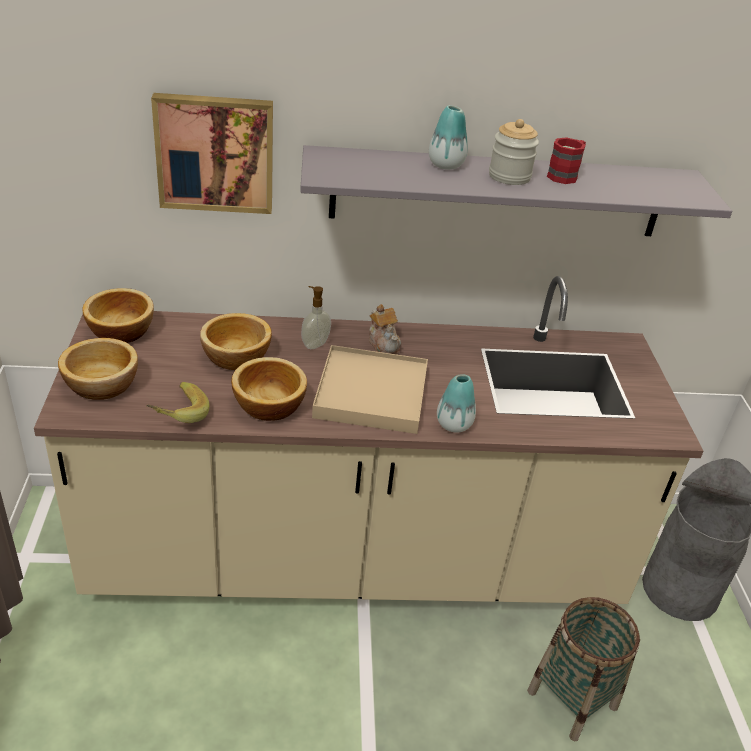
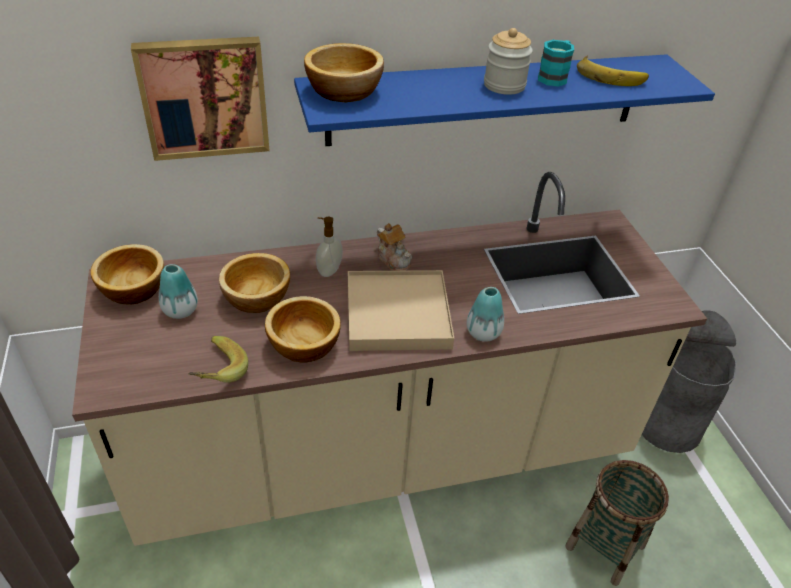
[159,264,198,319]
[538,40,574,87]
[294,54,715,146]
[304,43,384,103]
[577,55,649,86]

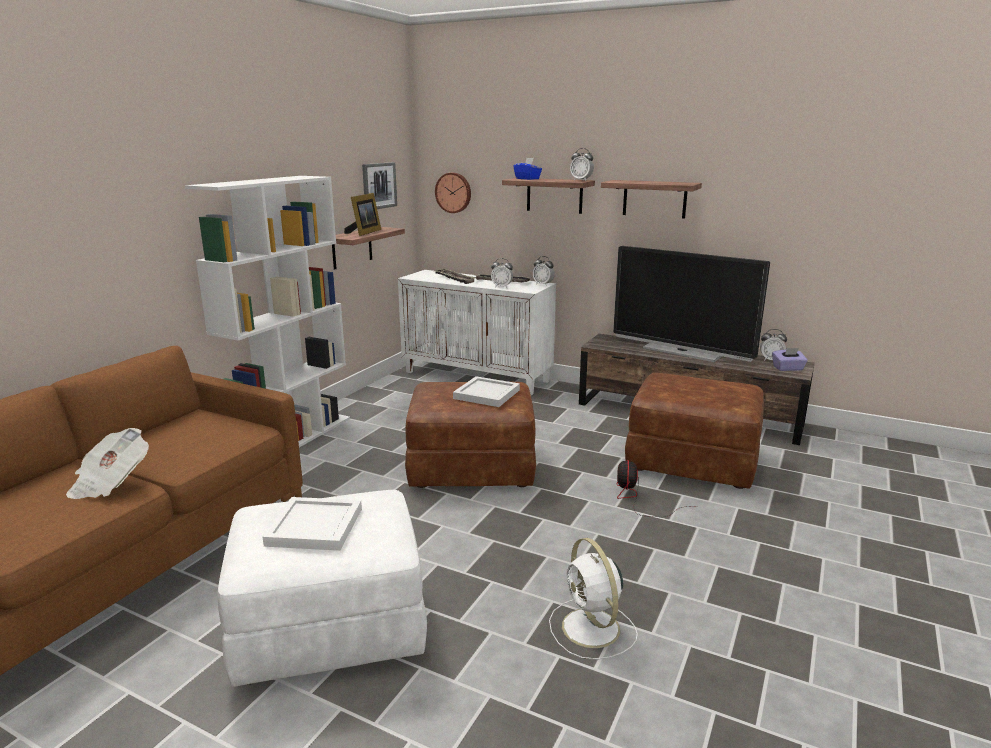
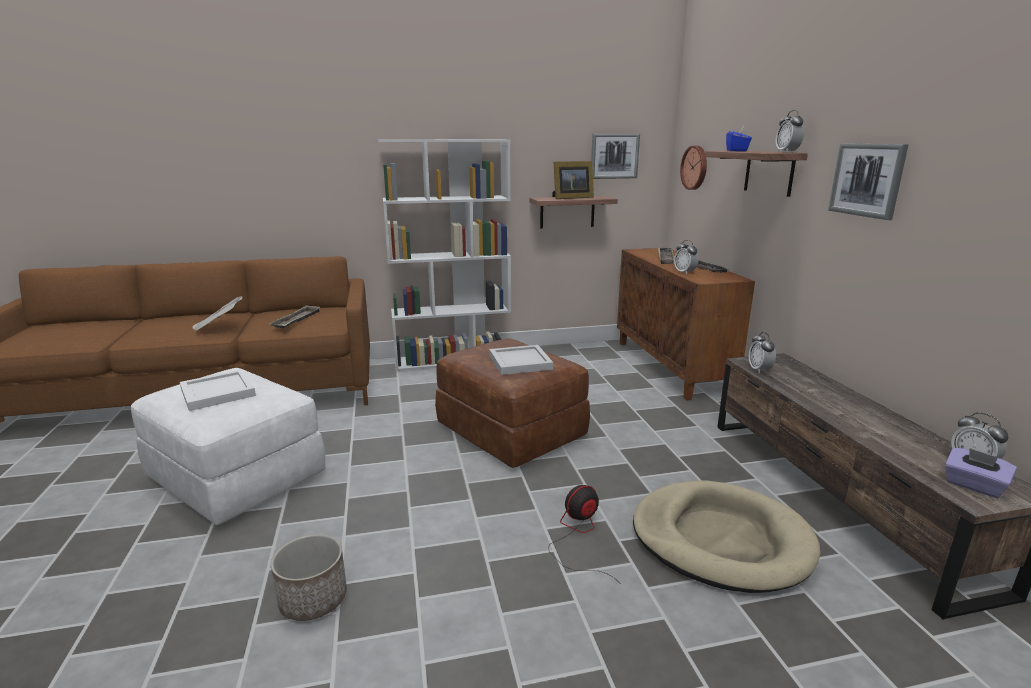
[828,143,909,220]
[613,246,770,362] (first image)
[749,332,776,374]
[617,248,755,401]
[633,481,821,593]
[271,534,347,621]
[270,305,320,329]

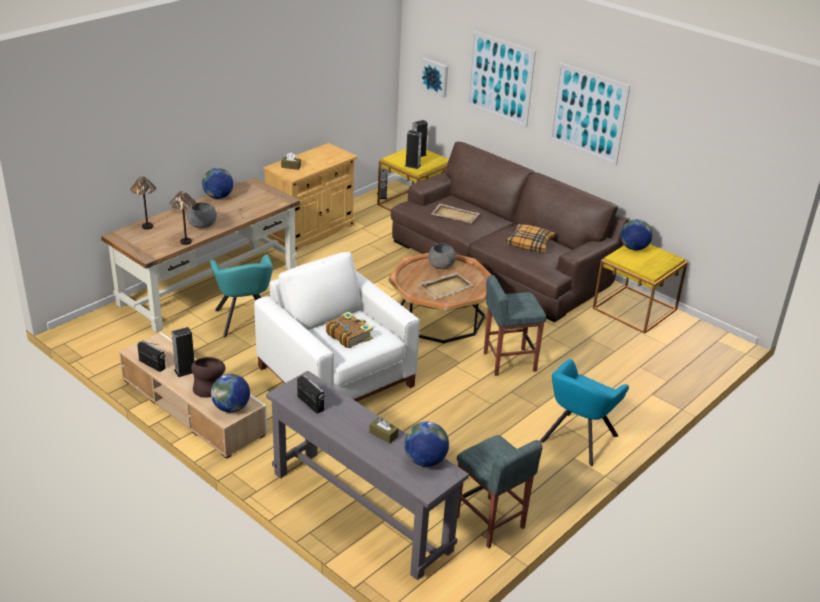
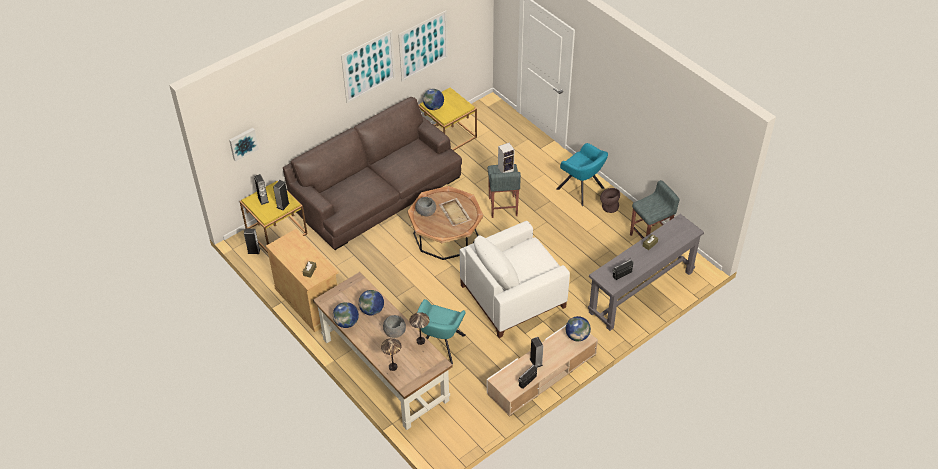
[398,10,448,82]
[431,203,480,223] (first image)
[506,224,555,252] (first image)
[417,299,466,364]
[326,312,373,348] (first image)
[600,188,620,213]
[358,290,384,315]
[498,143,515,173]

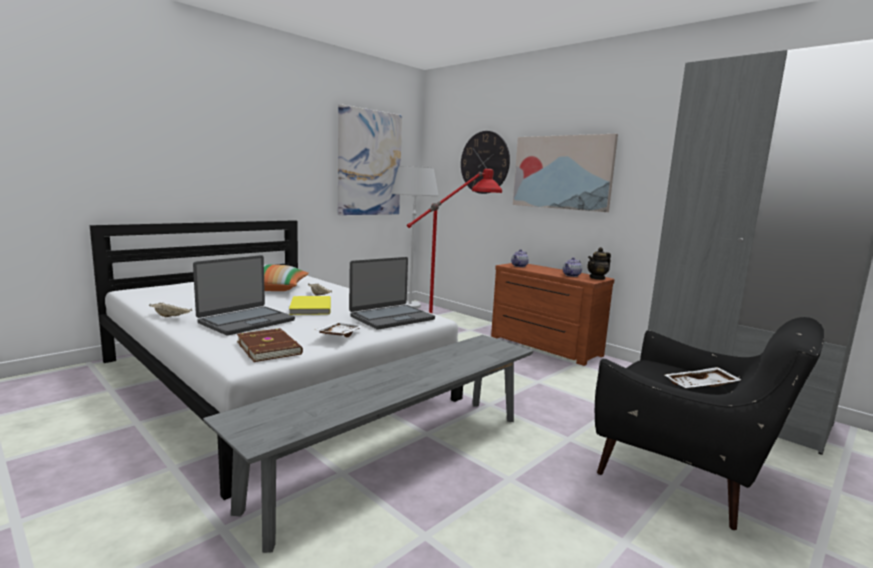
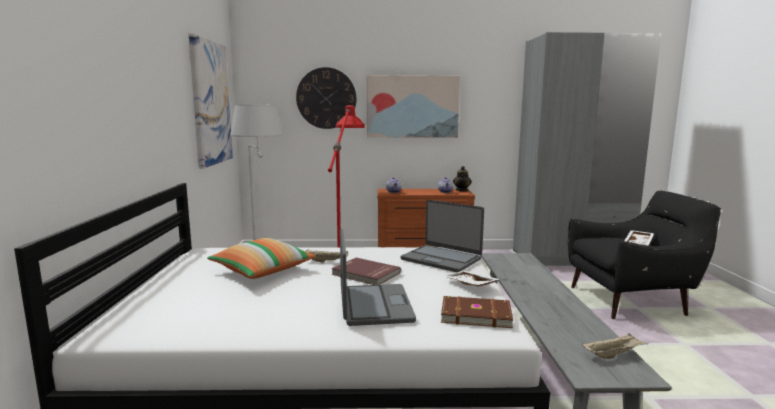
[401,200,484,272]
[332,258,401,285]
[582,333,648,359]

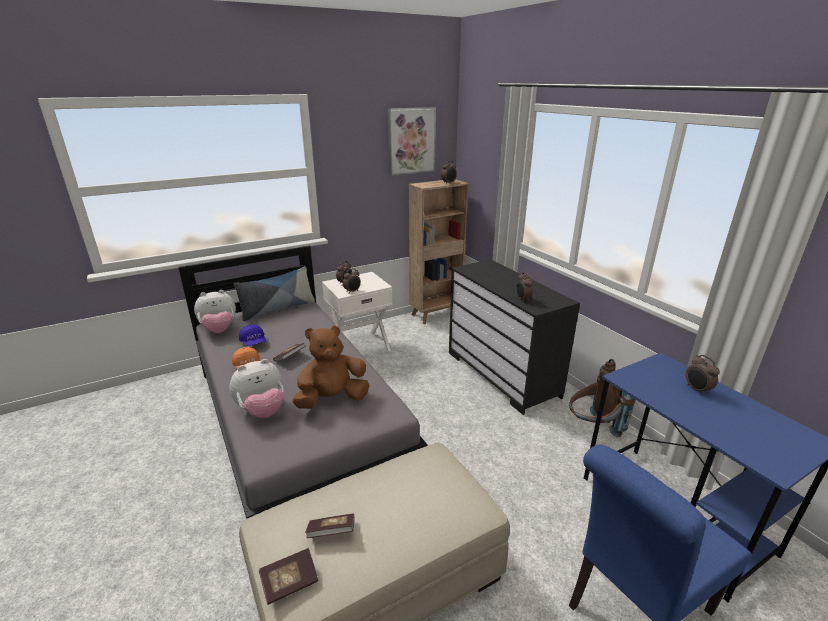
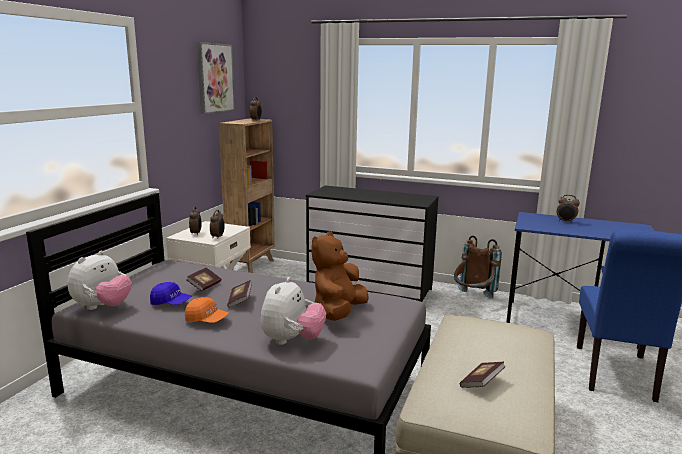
[234,266,315,321] (first image)
[516,272,533,303] (first image)
[186,268,221,291]

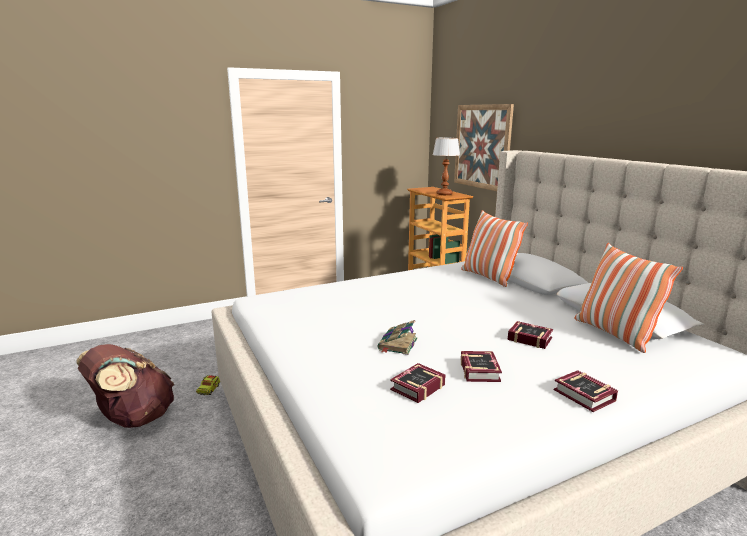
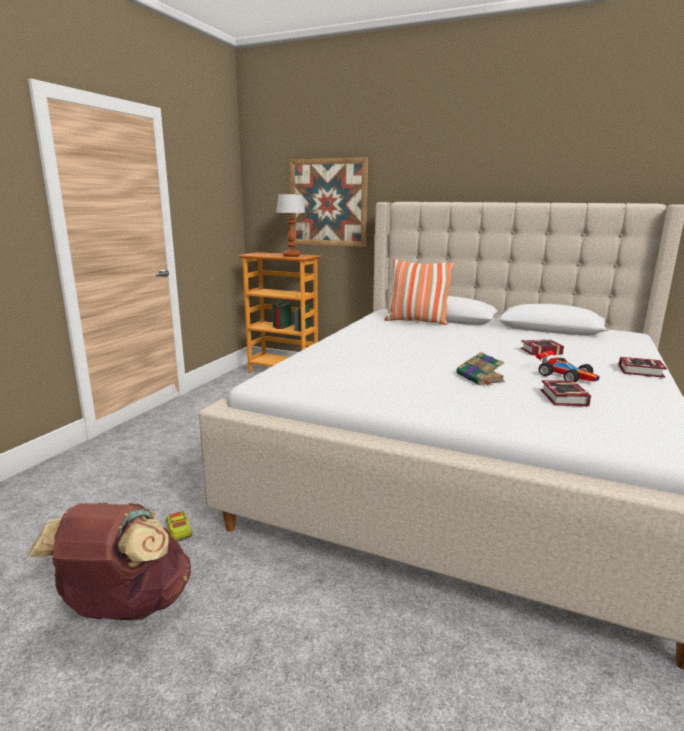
[574,243,683,353] (first image)
[535,348,600,382]

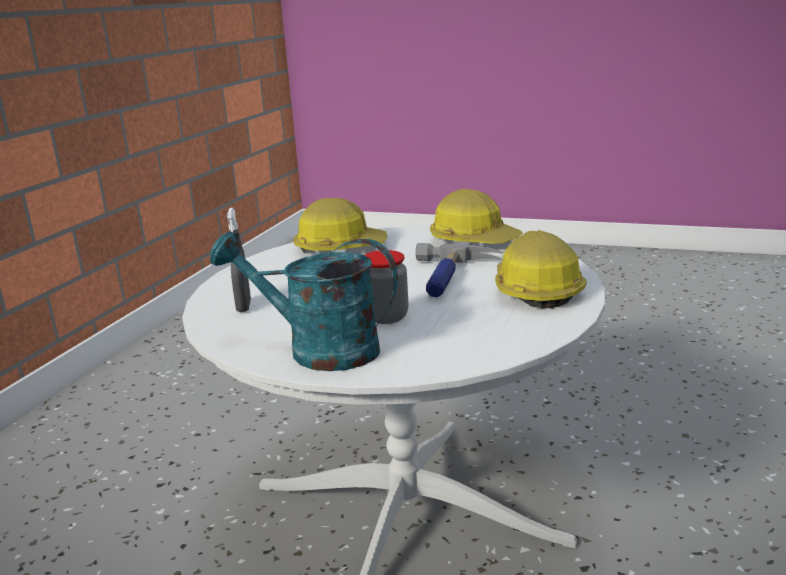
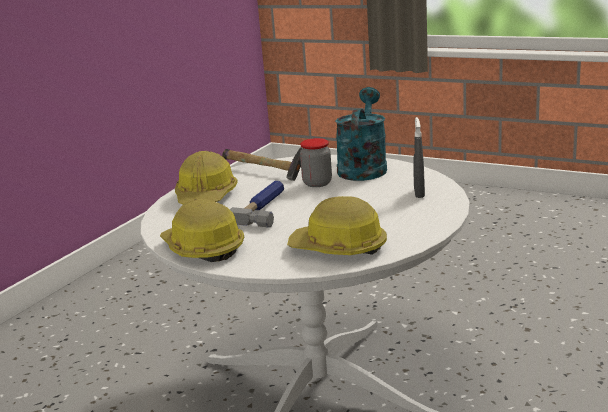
[335,87,387,181]
[222,147,302,181]

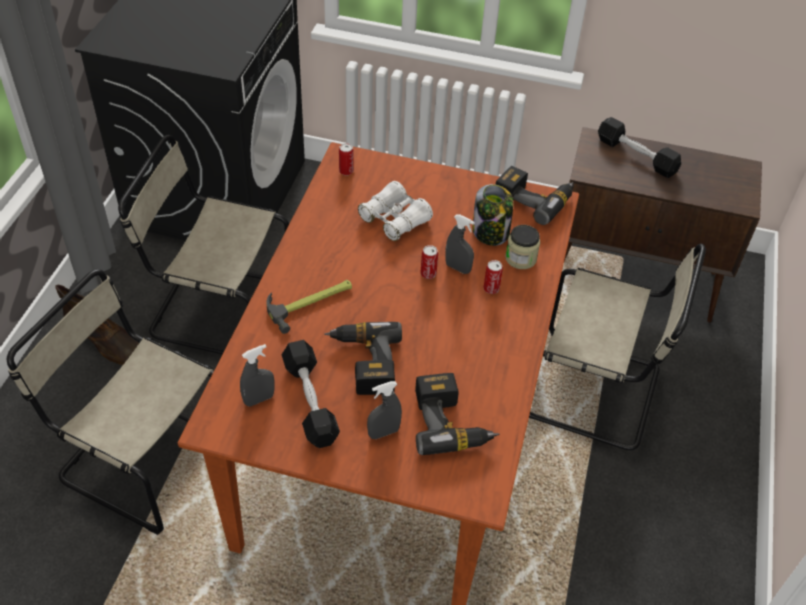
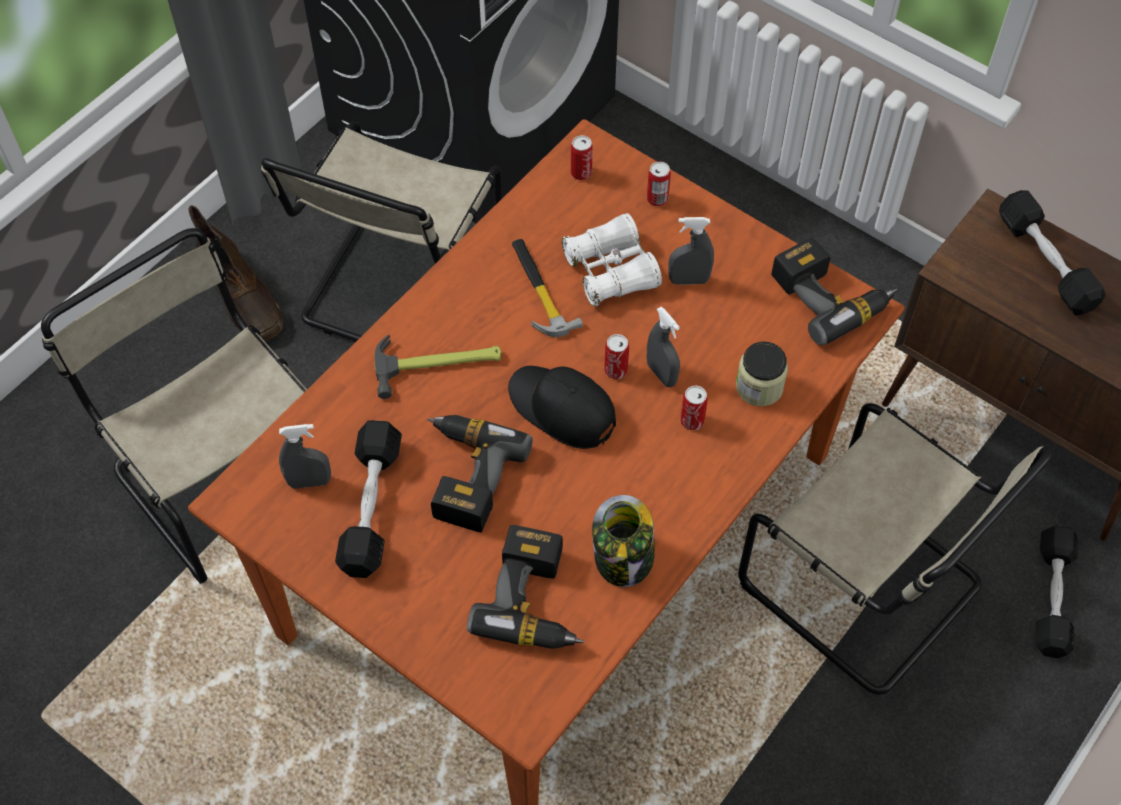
[261,122,502,341]
[592,495,655,587]
[668,217,714,285]
[647,162,671,206]
[512,239,583,337]
[508,366,616,449]
[1035,525,1078,658]

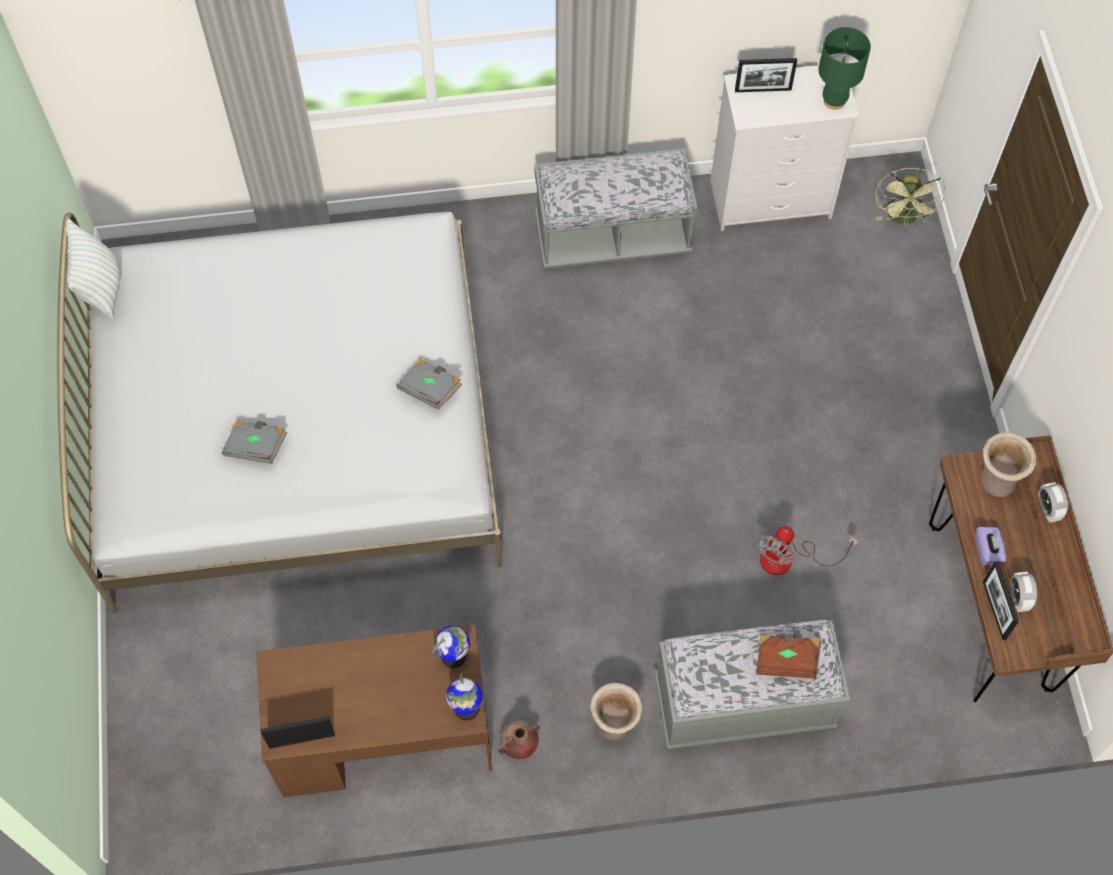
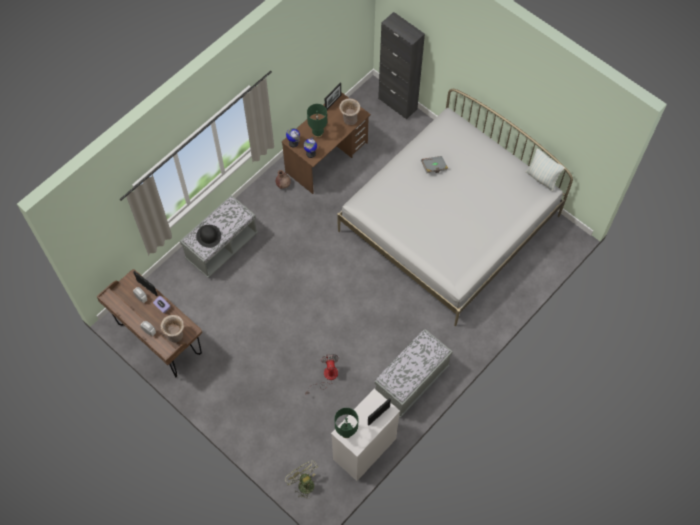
[396,359,462,410] (first image)
[305,354,339,394]
[196,225,221,248]
[339,98,360,125]
[378,12,425,120]
[307,104,327,137]

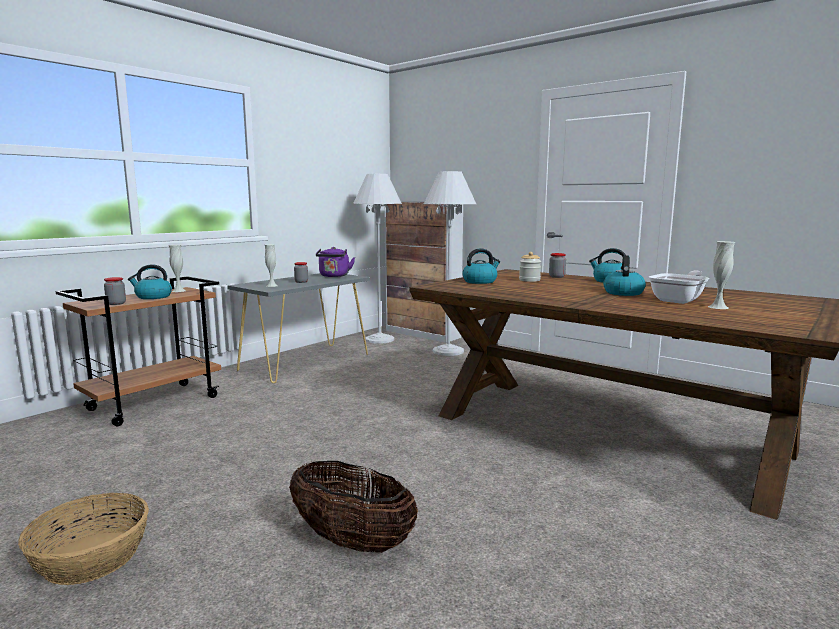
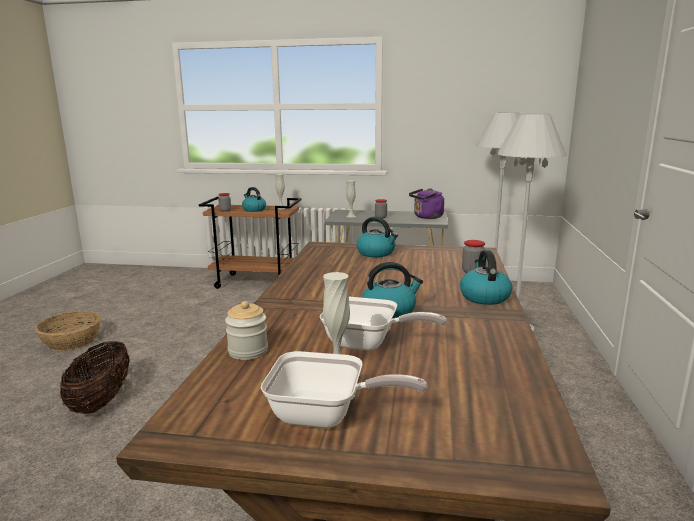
[384,200,463,343] (first image)
[225,301,268,360]
[261,351,427,428]

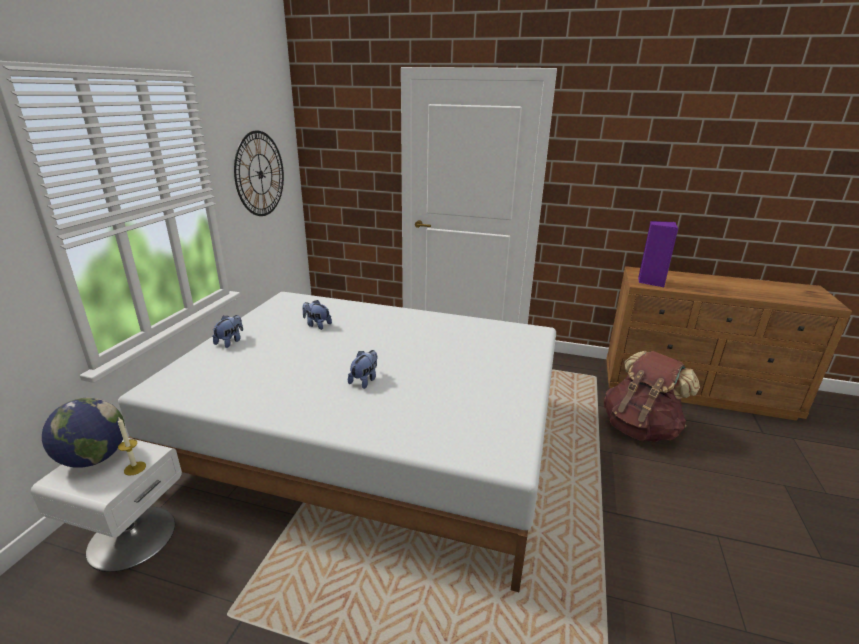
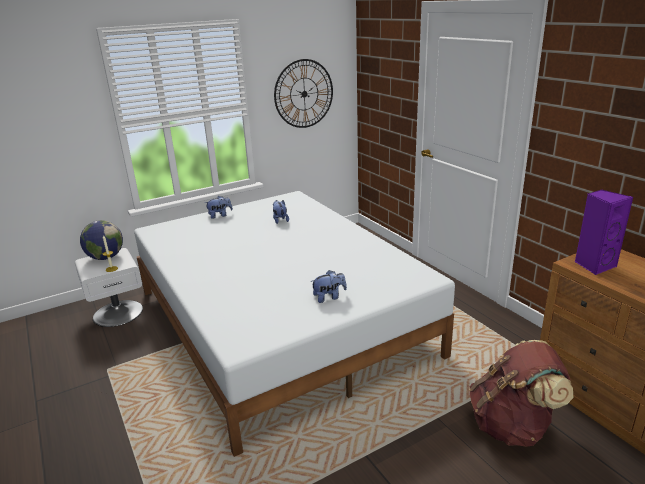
[311,270,347,303]

